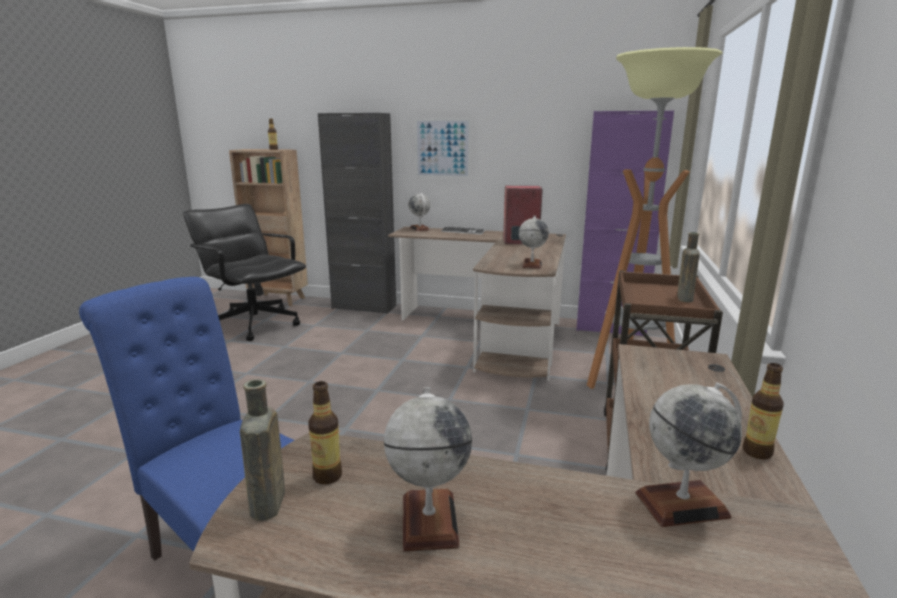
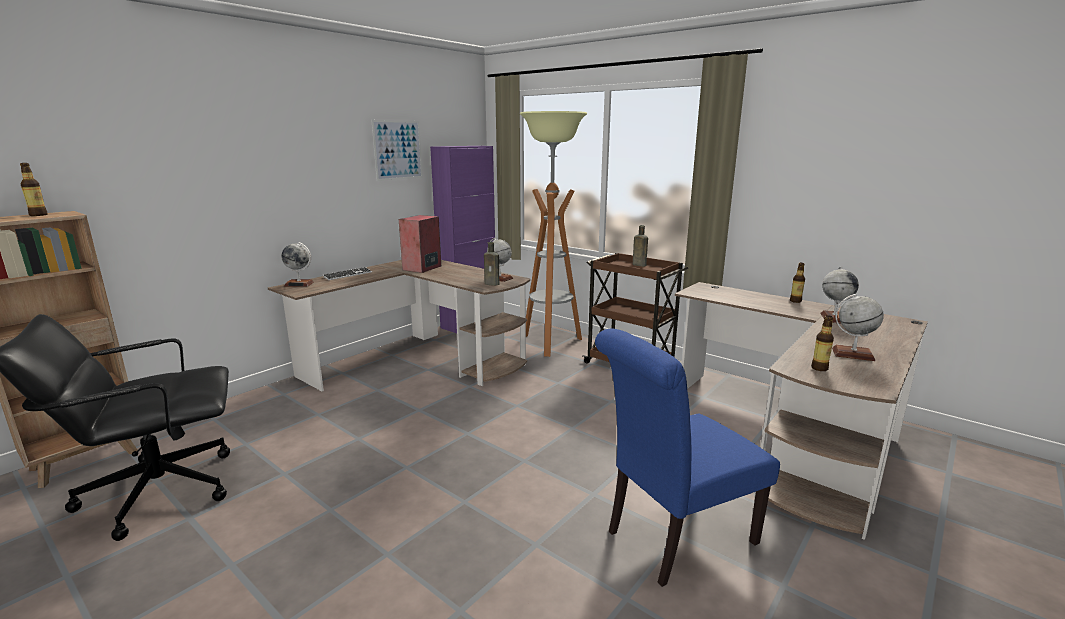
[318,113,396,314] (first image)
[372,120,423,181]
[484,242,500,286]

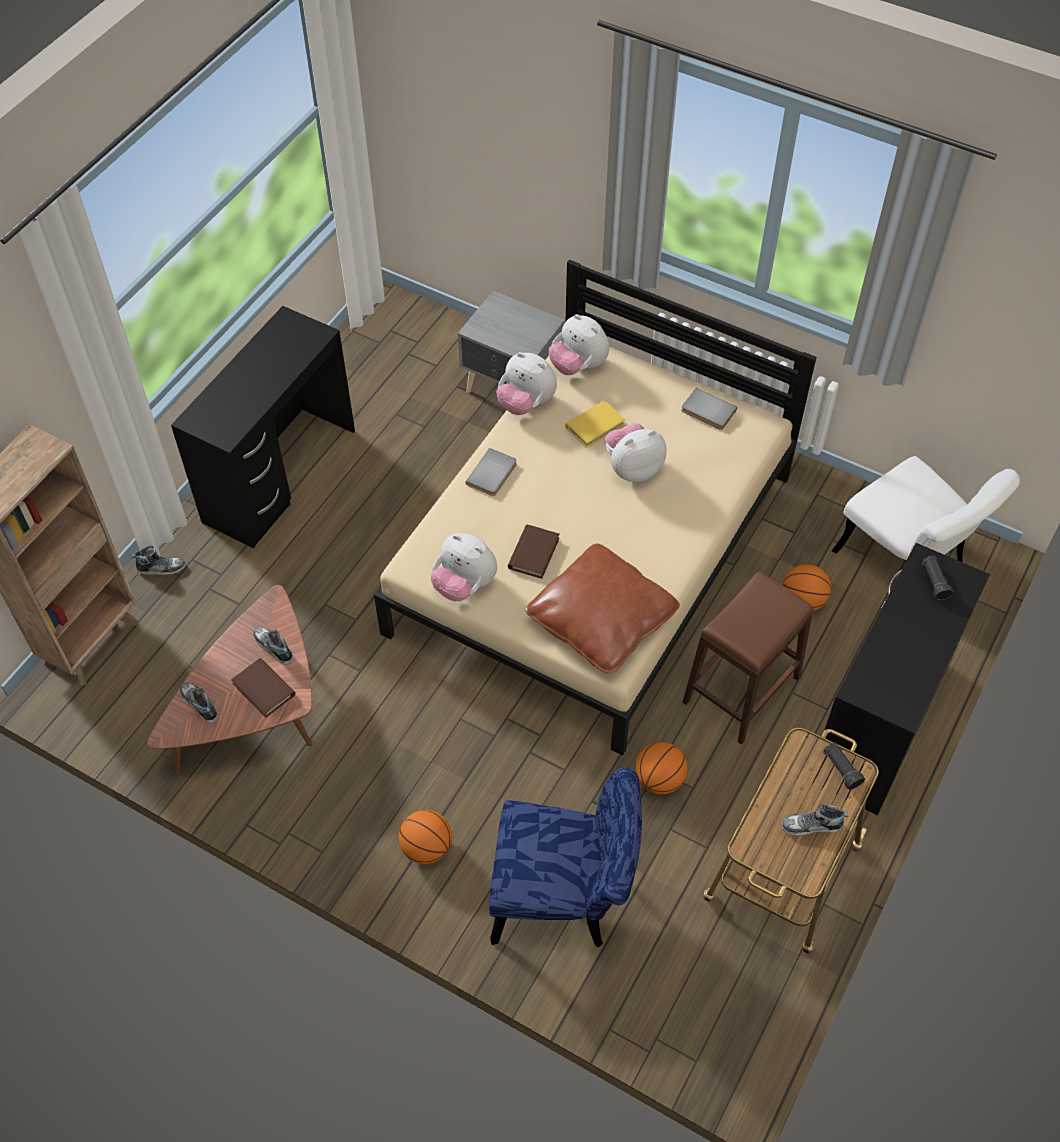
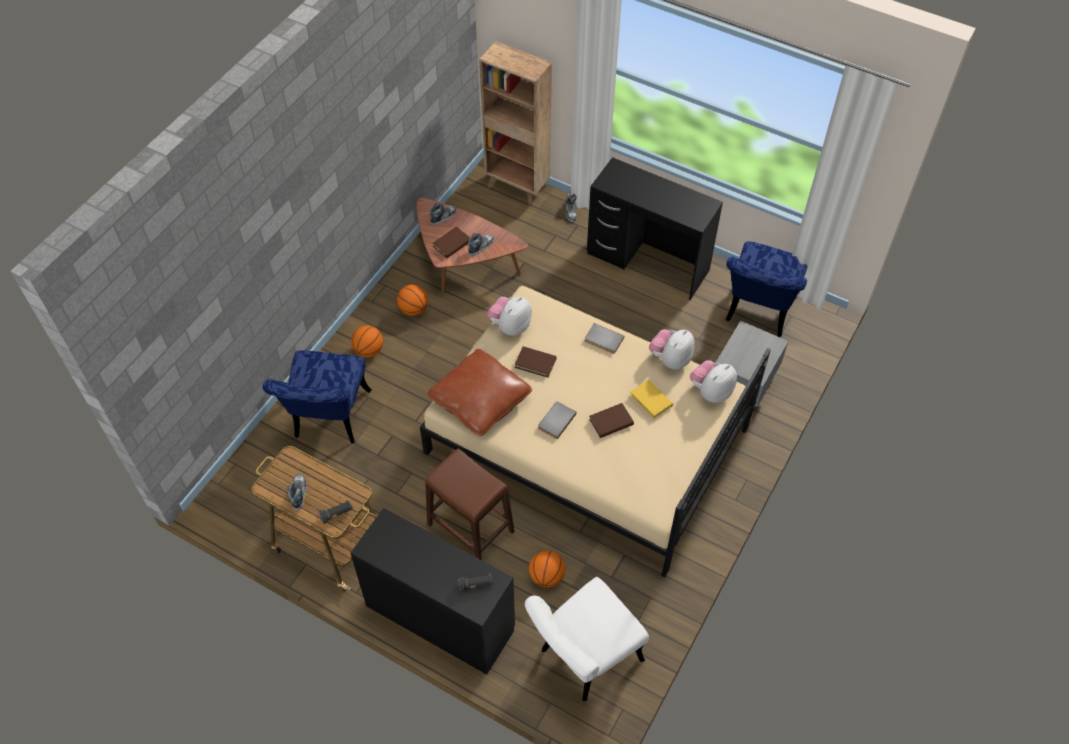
[538,402,577,439]
[589,403,634,438]
[397,285,428,316]
[726,241,807,337]

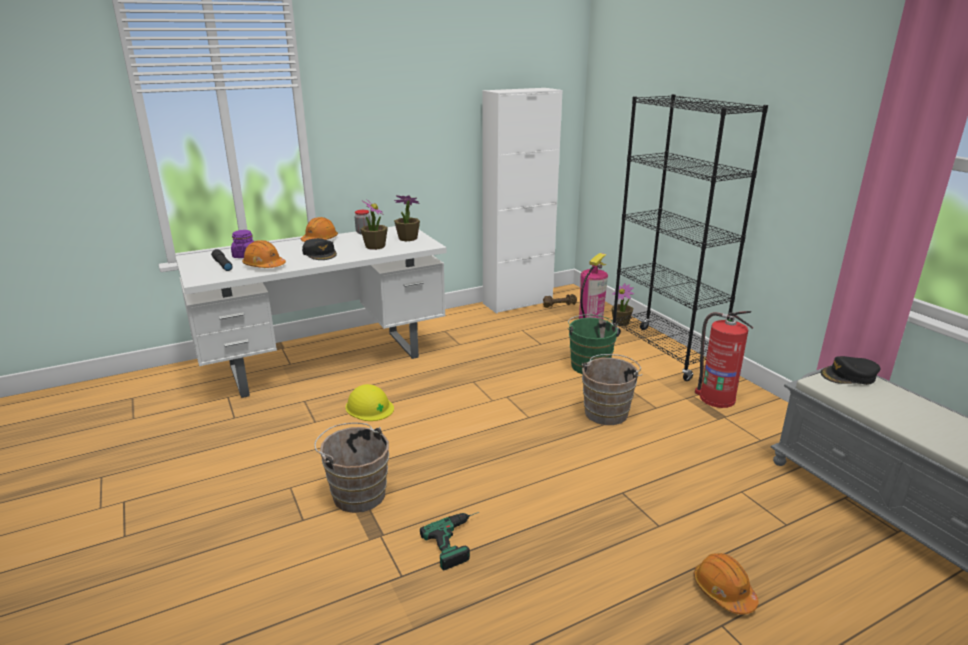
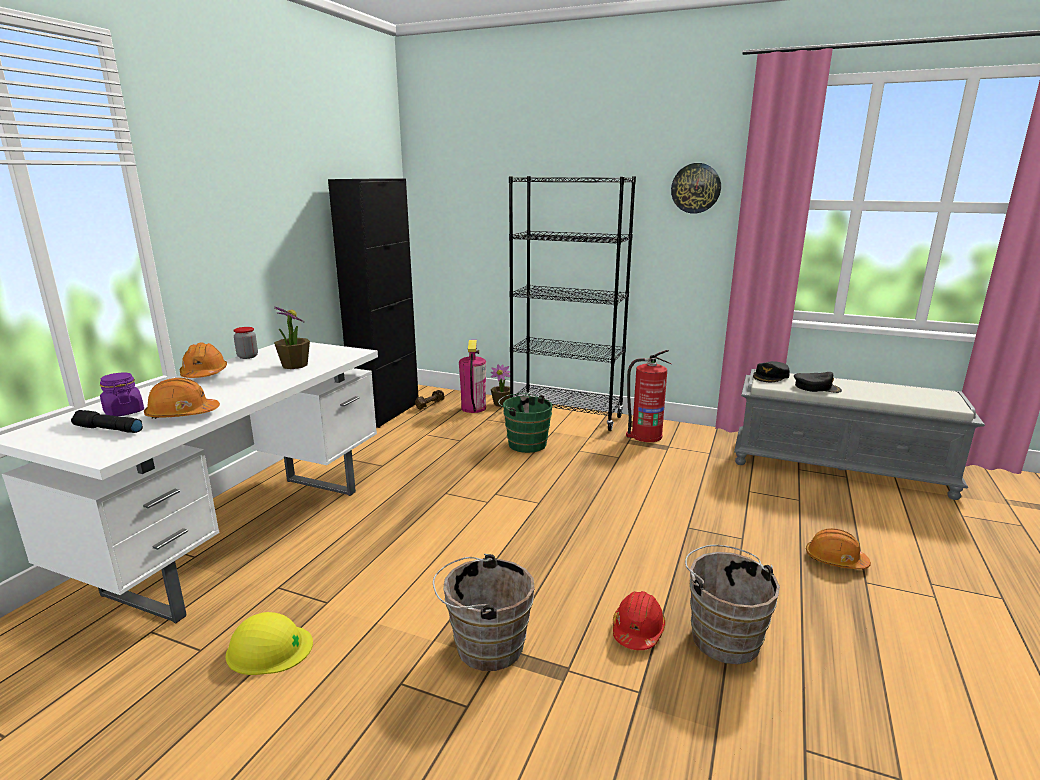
[328,178,419,428]
[394,195,420,241] (first image)
[794,372,842,393]
[685,545,780,664]
[226,612,313,675]
[613,591,666,650]
[671,163,721,214]

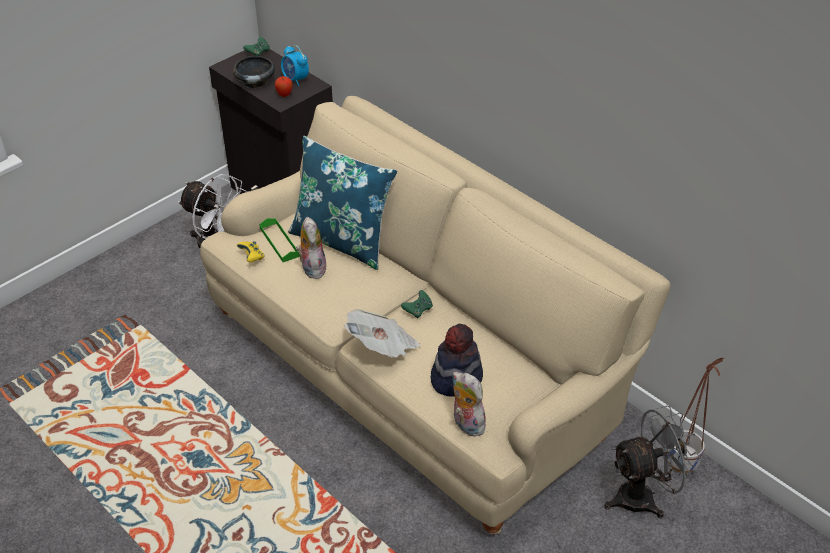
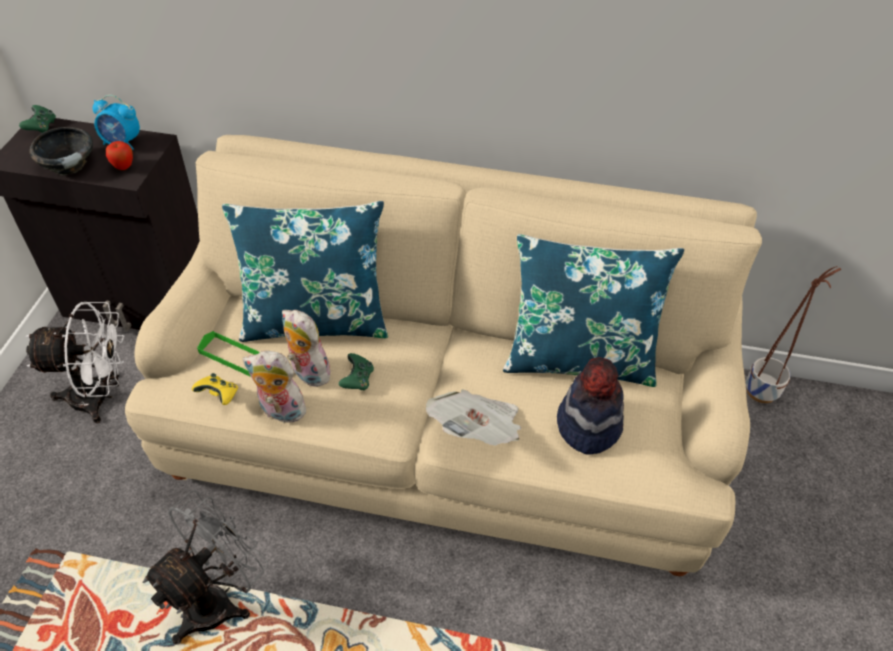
[338,353,374,391]
[242,351,311,423]
[143,491,268,645]
[503,234,684,387]

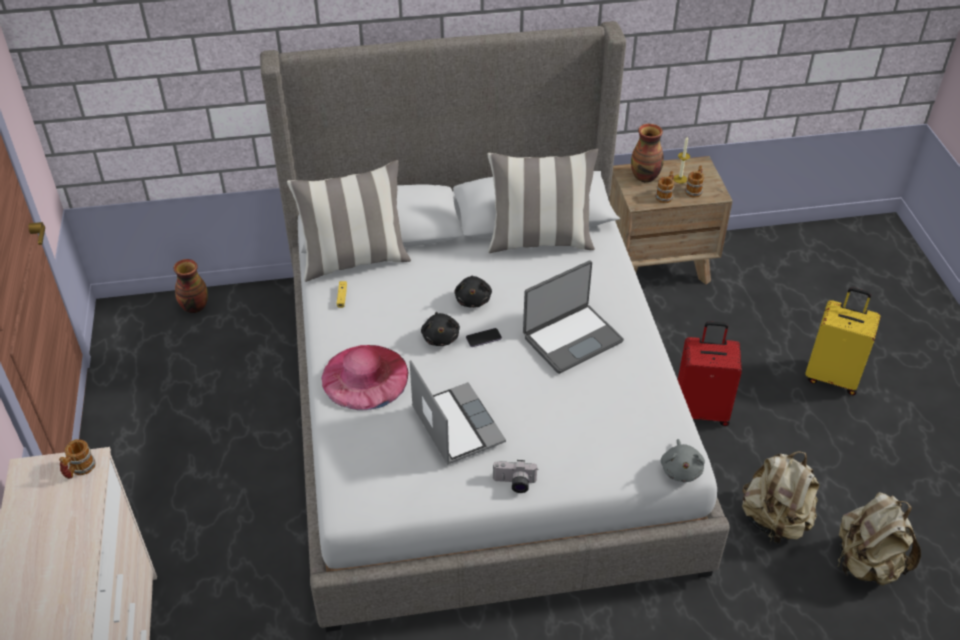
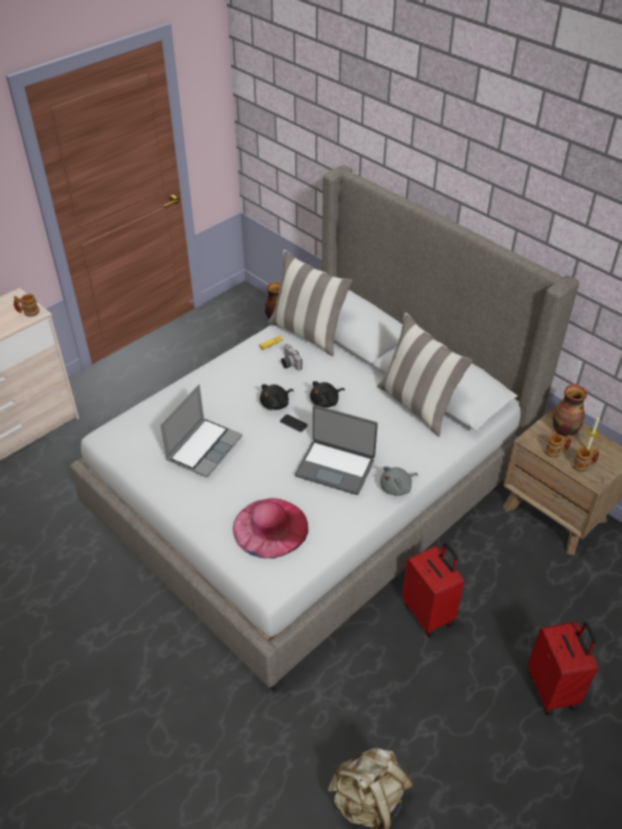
[528,621,598,715]
[233,498,308,559]
[380,466,418,496]
[742,451,819,543] (first image)
[281,344,302,371]

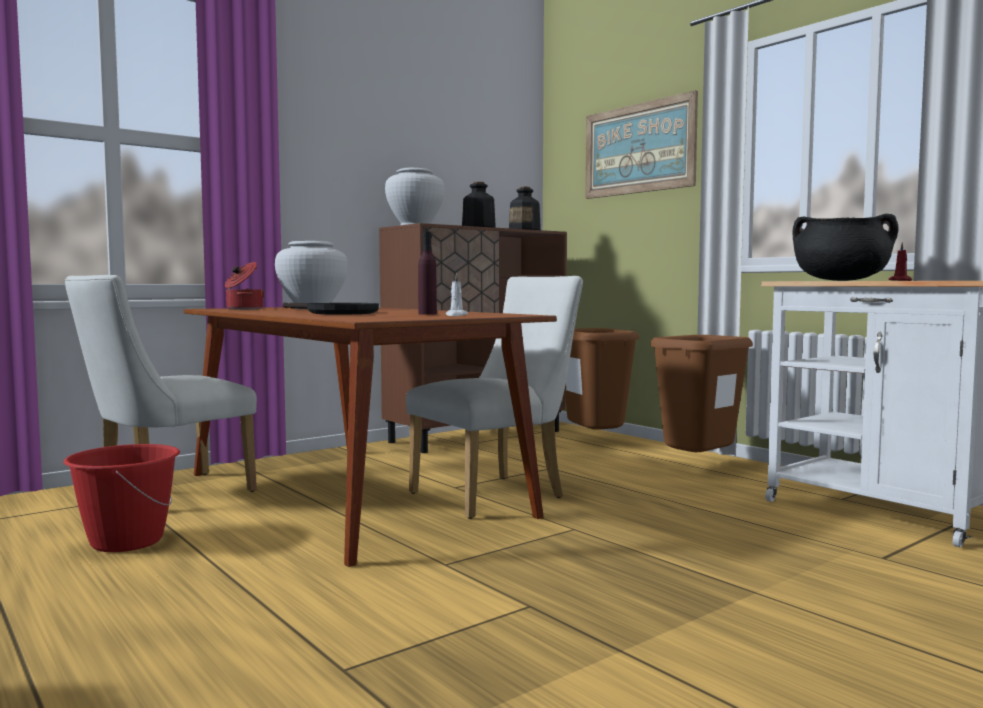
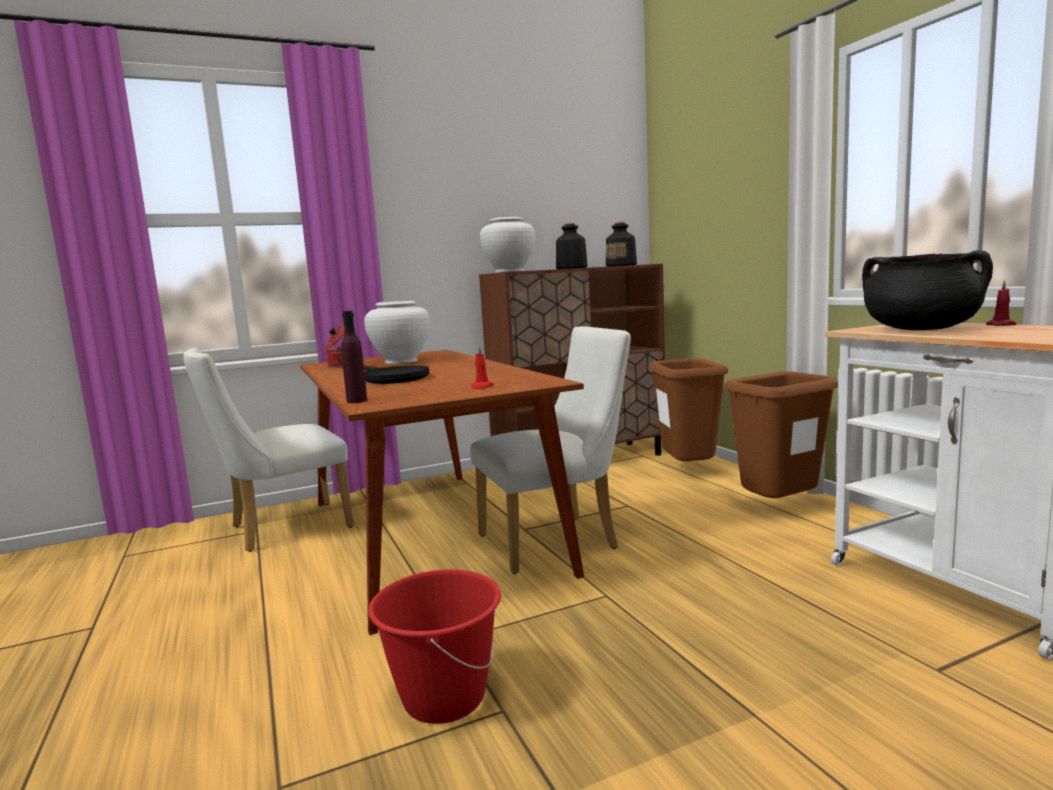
[585,90,698,199] (first image)
[341,311,367,403]
[471,346,494,389]
[368,569,501,724]

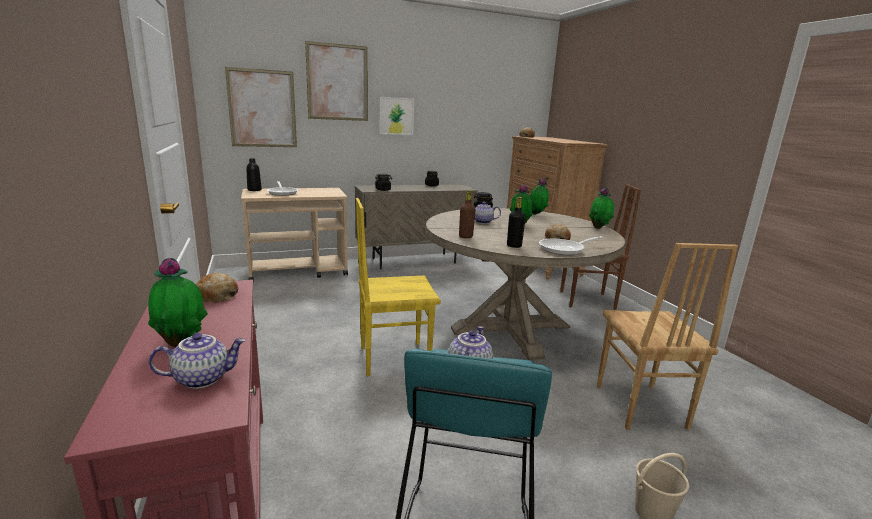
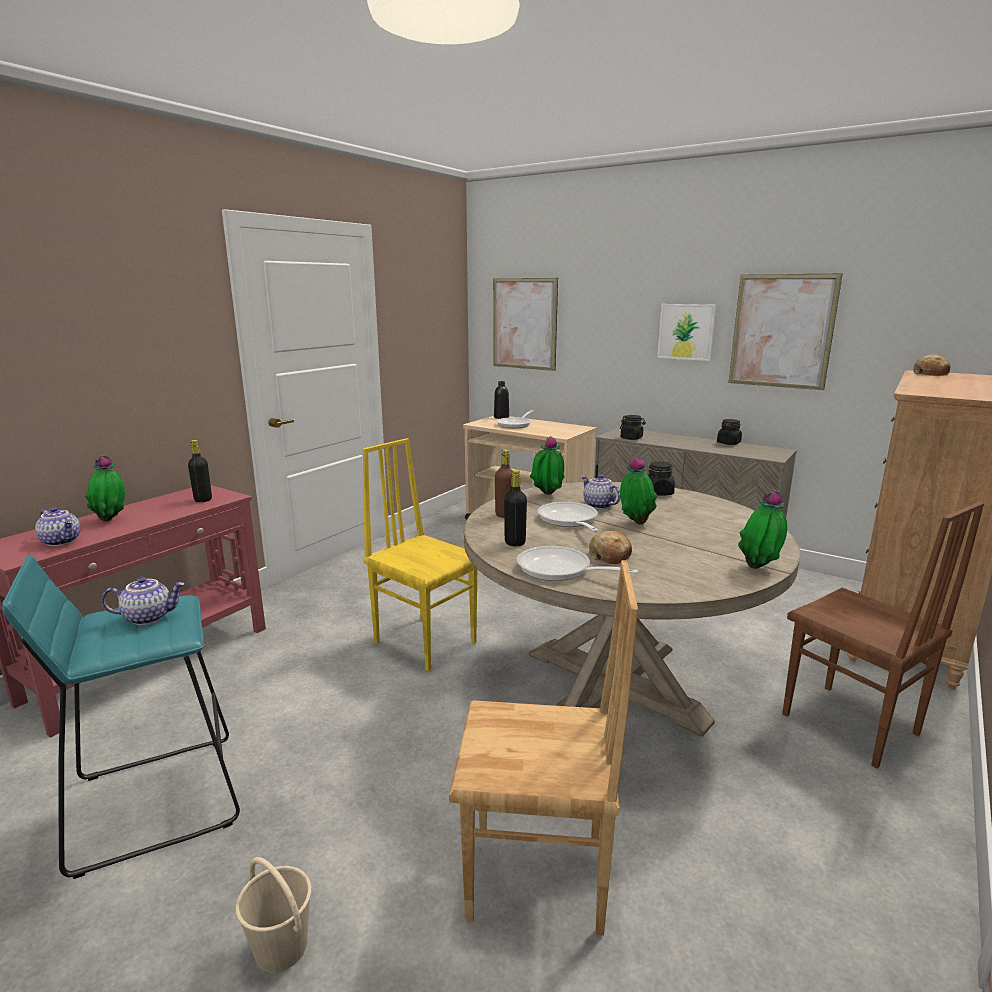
[728,274,843,390]
[530,436,564,495]
[449,560,638,936]
[188,440,212,502]
[537,502,599,532]

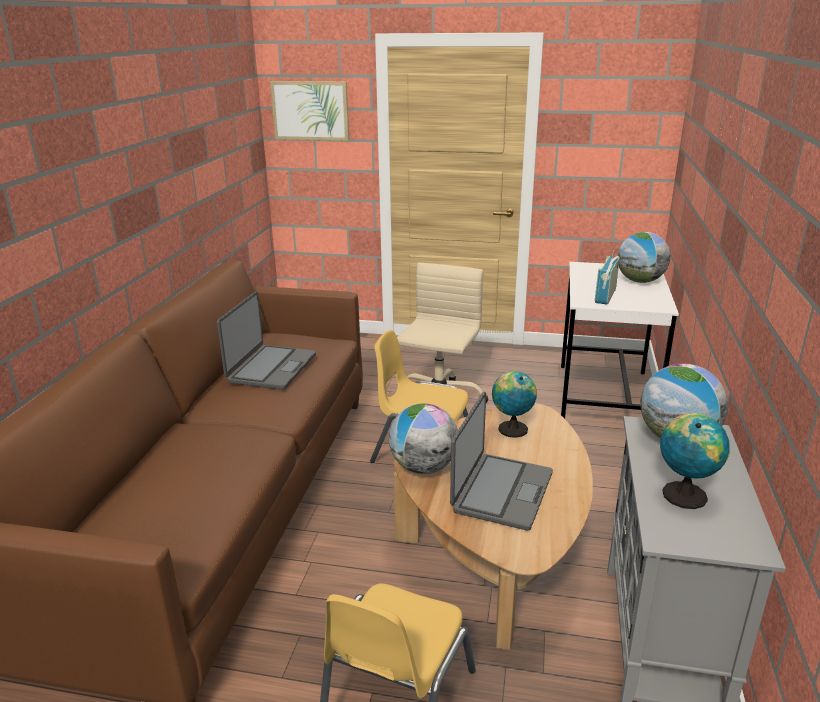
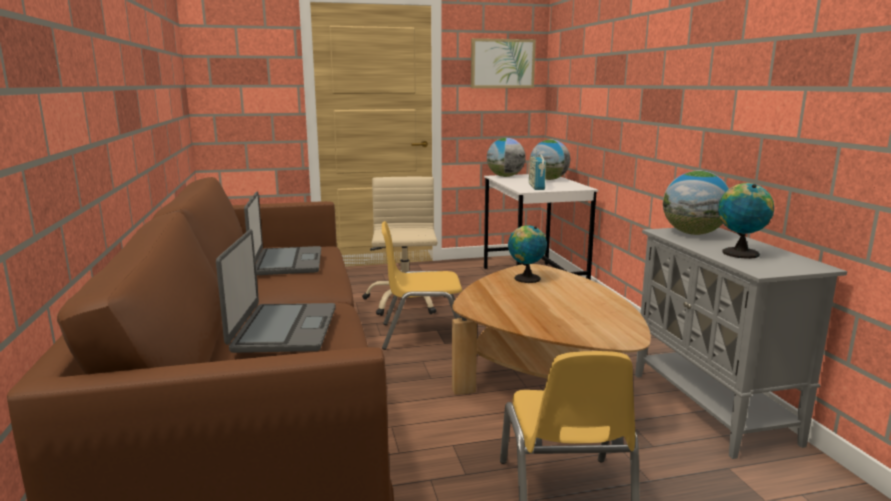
[471,38,536,88]
[216,229,336,353]
[487,138,526,177]

